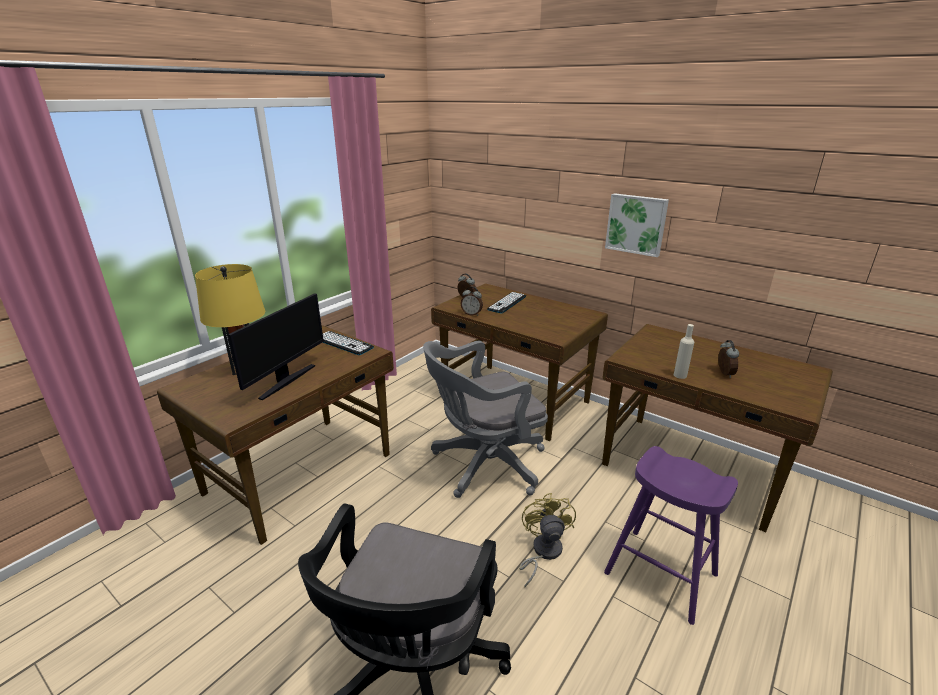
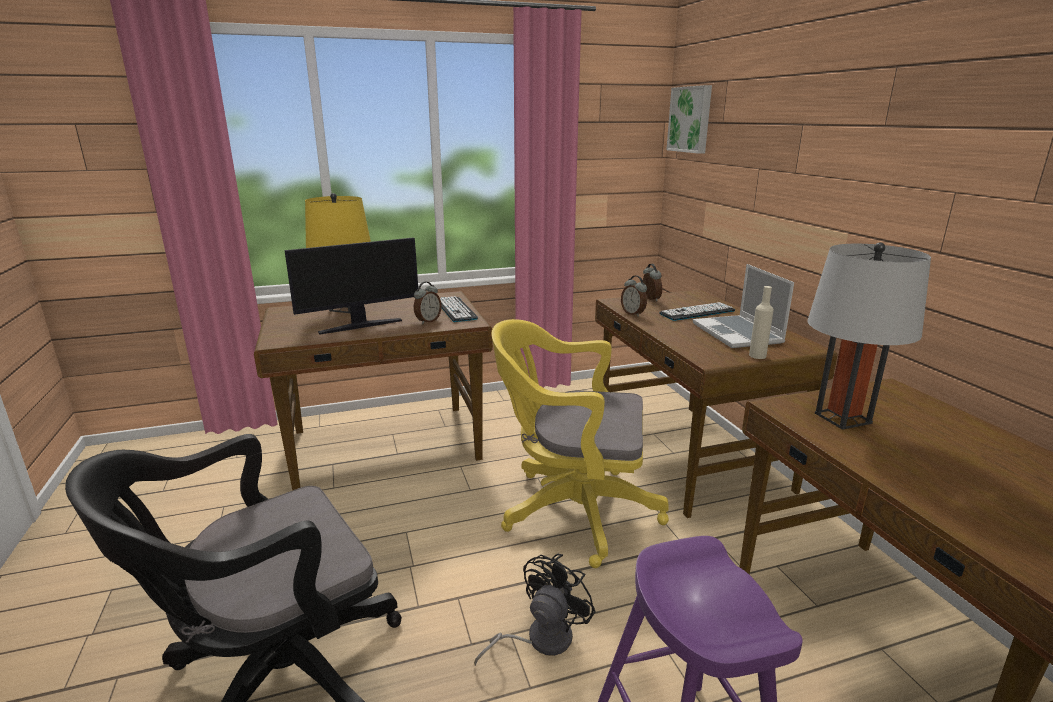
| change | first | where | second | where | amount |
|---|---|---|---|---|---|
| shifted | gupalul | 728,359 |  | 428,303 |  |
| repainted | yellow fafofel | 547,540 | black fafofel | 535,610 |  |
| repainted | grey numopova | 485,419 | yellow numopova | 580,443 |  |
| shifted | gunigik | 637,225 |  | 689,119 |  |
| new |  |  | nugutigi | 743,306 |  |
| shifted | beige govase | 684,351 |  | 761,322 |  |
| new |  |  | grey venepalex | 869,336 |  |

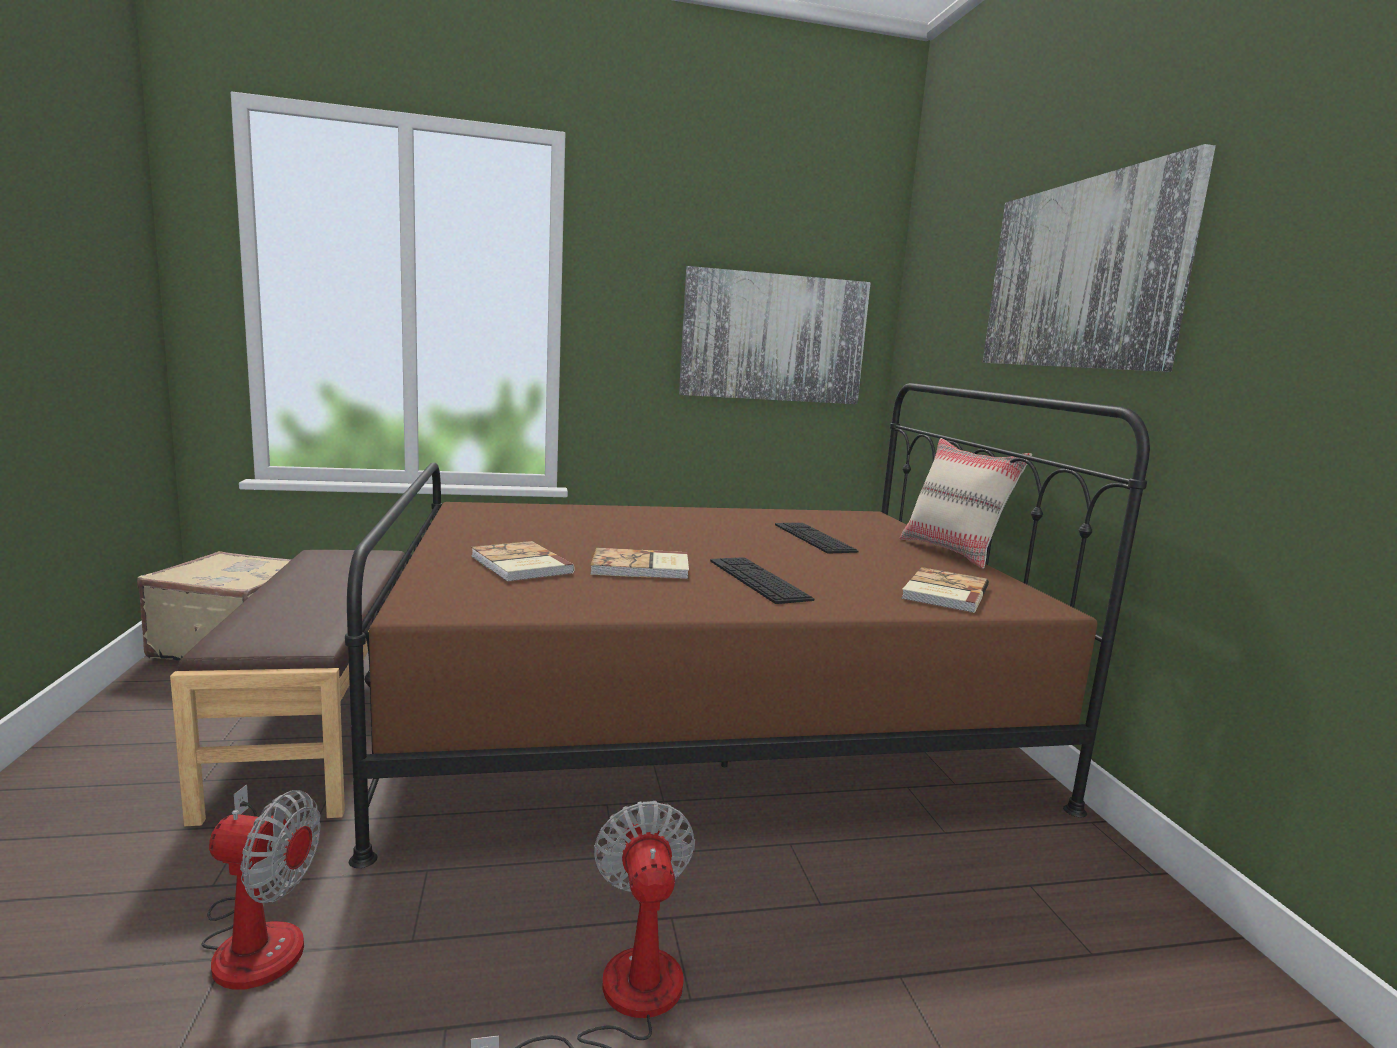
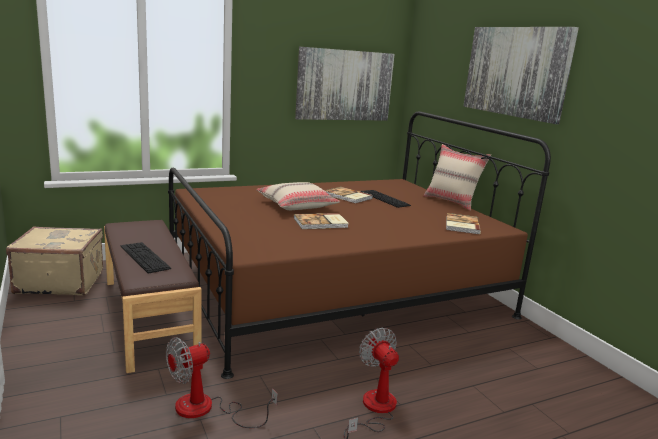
| change | first | where | second | where | amount |
|---|---|---|---|---|---|
| shifted | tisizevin | 762,580 |  | 145,258 |  |
| rotated | fafofel | 261,886 |  | 222,382 | 150 degrees clockwise |
| new |  |  | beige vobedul | 298,196 |  |
| shifted | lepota | 523,561 |  | 348,195 |  |

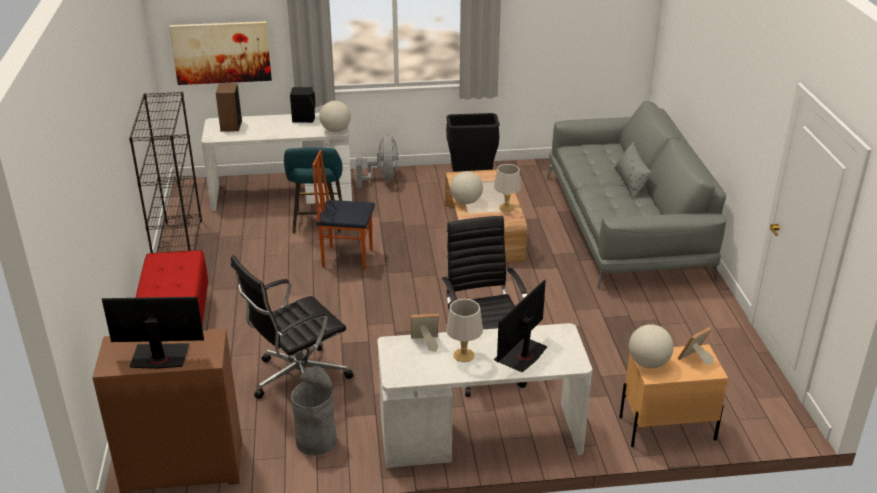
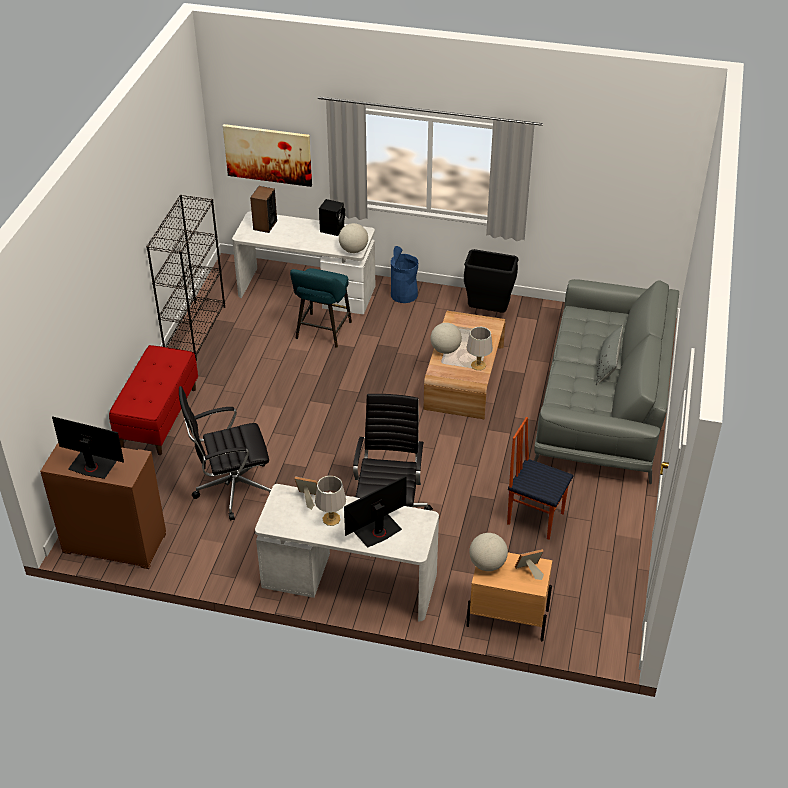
| change | first | where | second | where | amount |
|---|---|---|---|---|---|
| swapped | grey fafofel | 377,160 | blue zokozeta | 404,274 |  |
| shifted | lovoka | 343,210 |  | 540,478 |  |
| gone | grey zokozeta | 314,410 |  |  |  |

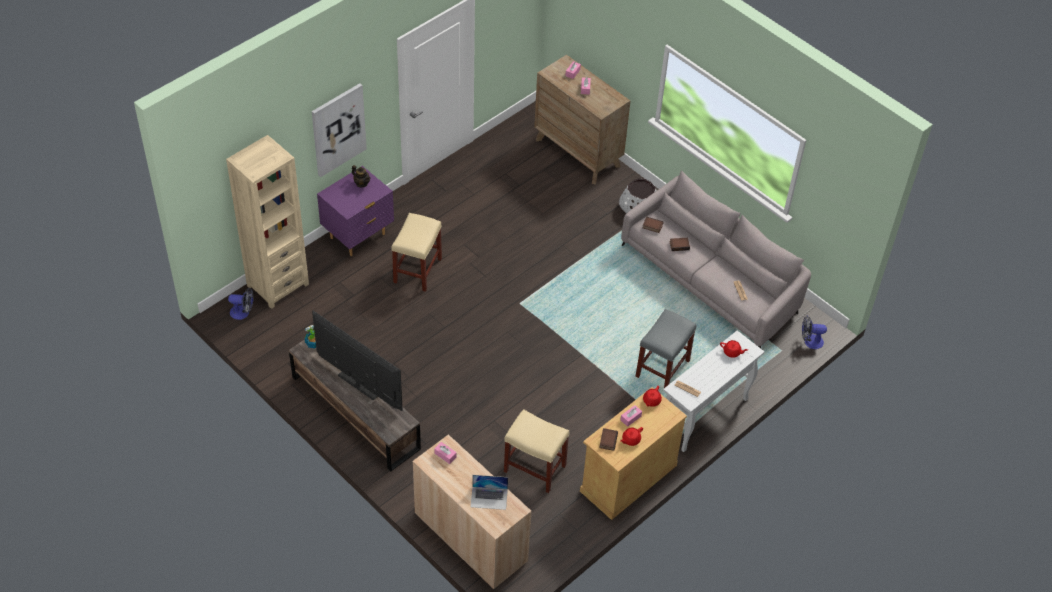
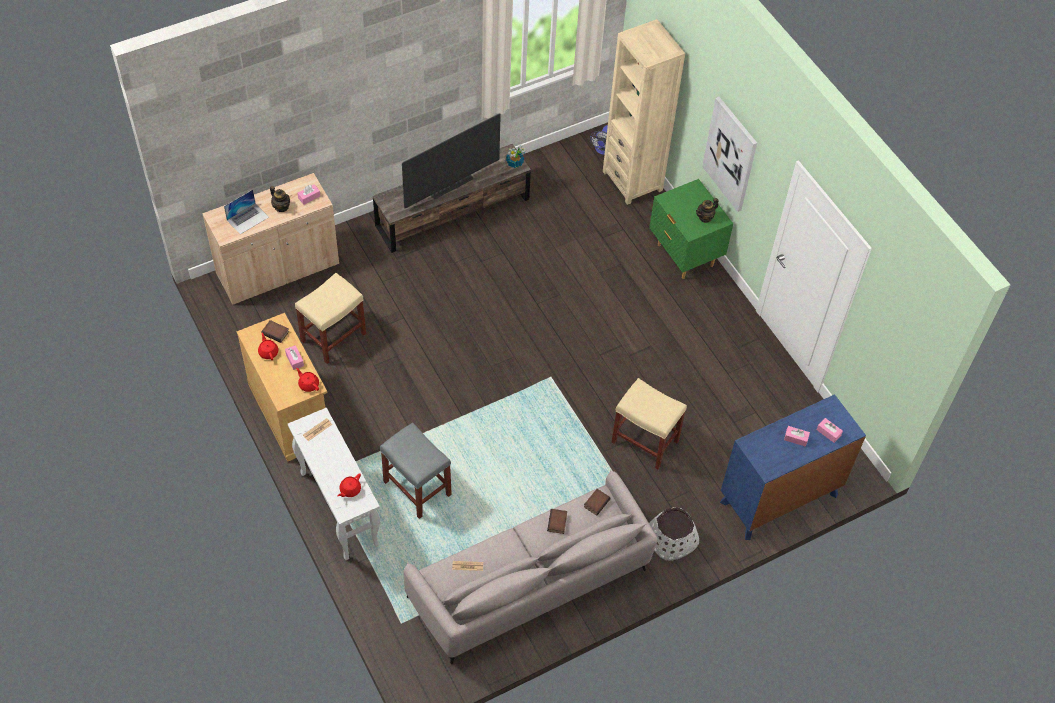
| change | first | where | second | where | amount |
|---|---|---|---|---|---|
| rotated | nugutigi | 489,492 |  | 246,212 | 150 degrees counterclockwise |
| new |  |  | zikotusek | 280,199 |  |
| shifted | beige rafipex | 417,252 |  | 649,423 |  |
| repainted | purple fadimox | 355,211 | green fadimox | 691,229 |  |
| repainted | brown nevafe | 582,120 | blue nevafe | 793,467 |  |
| gone | fafofel | 814,332 |  |  |  |

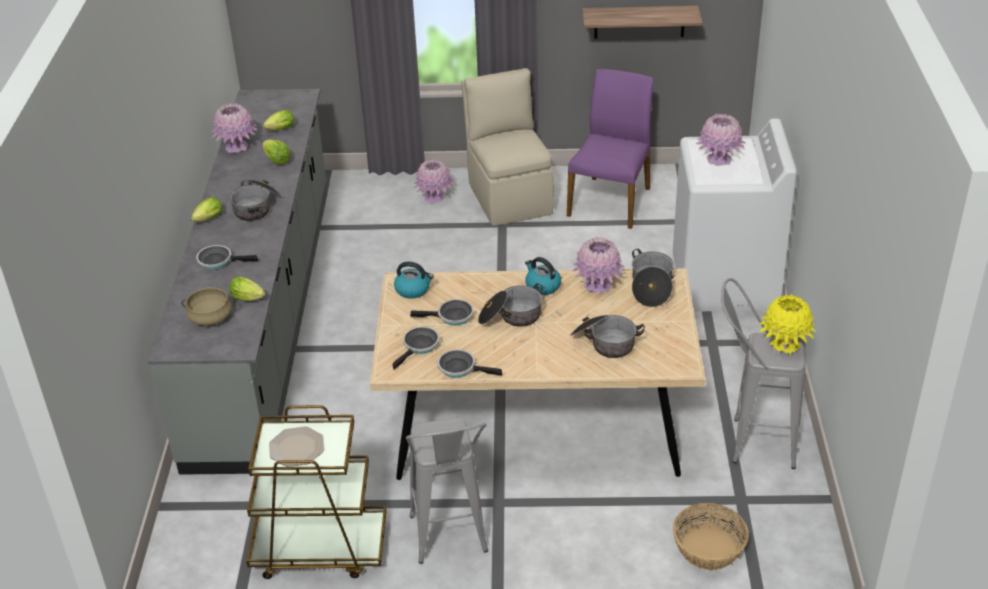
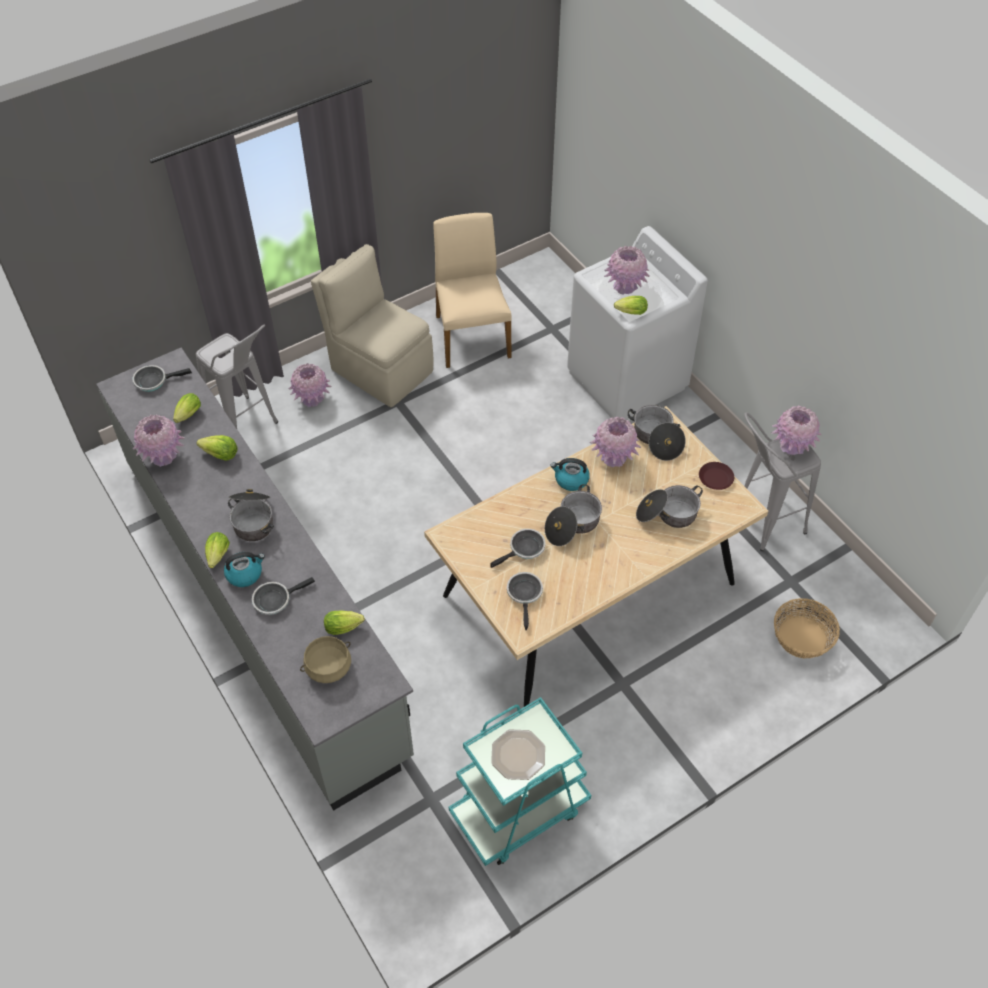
| change | first | where | second | where | amount |
|---|---|---|---|---|---|
| shifted | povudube | 469,363 |  | 162,378 |  |
| shifted | grey rafipex | 447,491 |  | 237,376 |  |
| shifted | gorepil | 414,280 |  | 244,569 |  |
| repainted | purple lovoka | 610,149 | beige lovoka | 472,290 |  |
| repainted | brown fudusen | 316,492 | turquoise fudusen | 520,781 |  |
| new |  |  | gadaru | 631,305 |  |
| new |  |  | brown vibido | 716,476 |  |
| repainted | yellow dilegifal | 787,324 | pink dilegifal | 796,430 |  |
| gone | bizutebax | 642,22 |  |  |  |

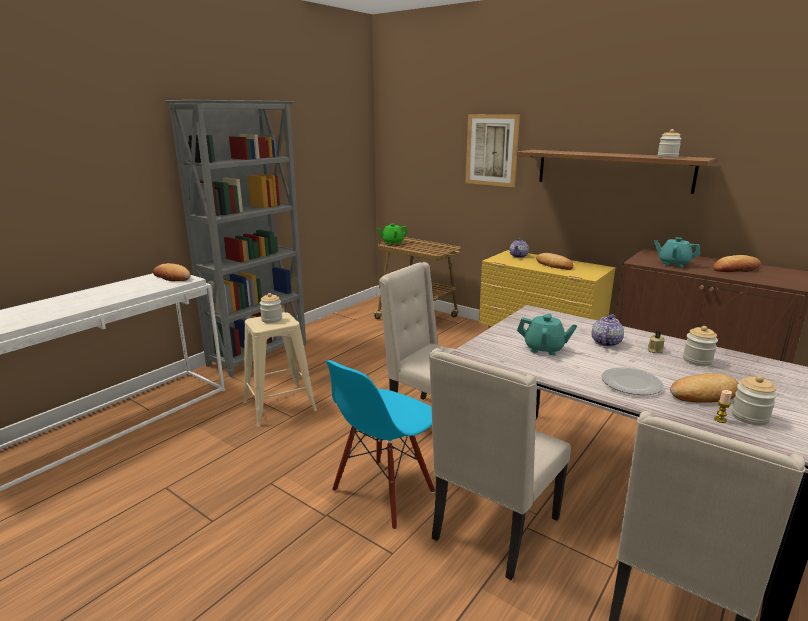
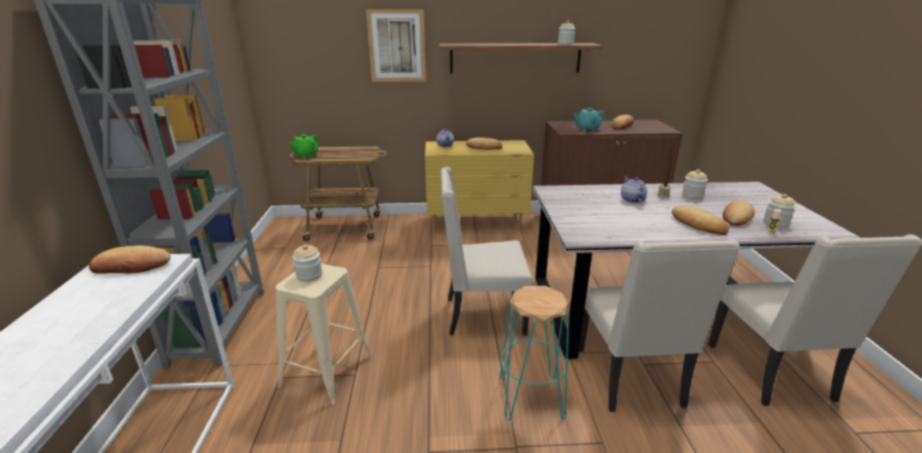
| change | first | where | second | where | amount |
|---|---|---|---|---|---|
| swapped | blue lovoka | 380,445 | turquoise rafipex | 535,353 |  |
| swapped | vibido | 632,381 | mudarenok | 700,220 |  |
| gone | turquoise zikotusek | 547,334 |  |  |  |

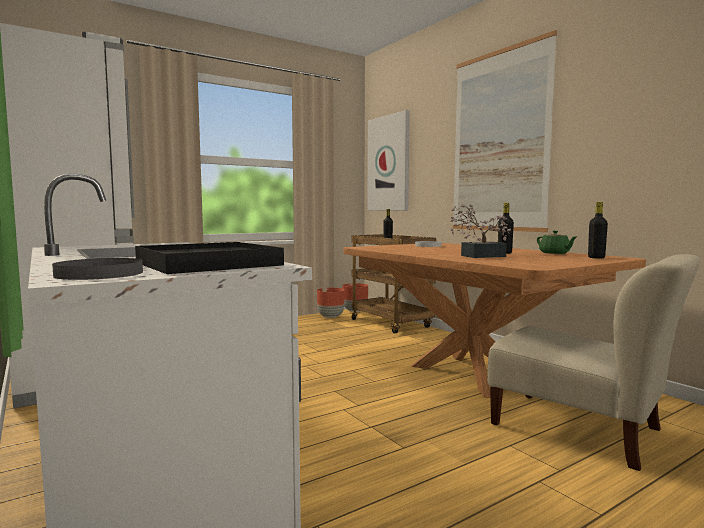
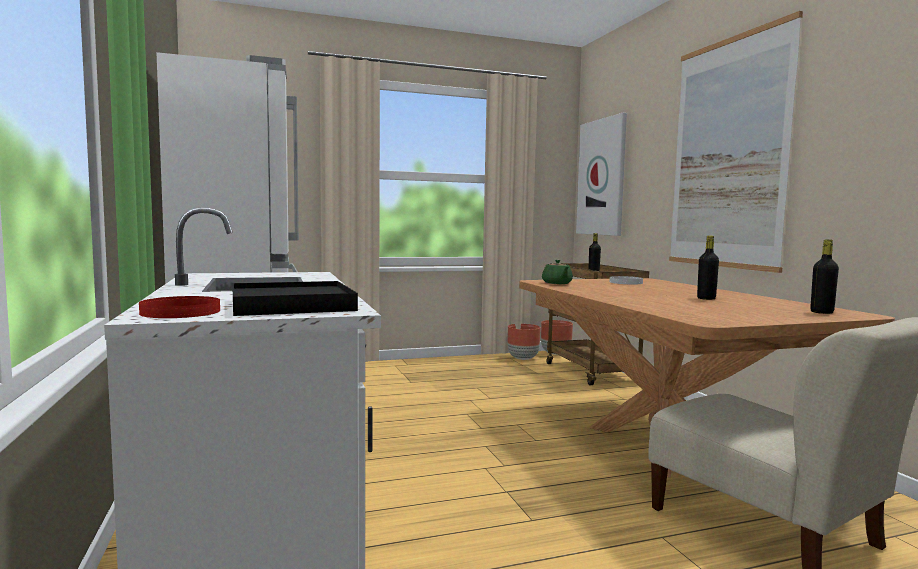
| change | first | where | second | where | amount |
|---|---|---|---|---|---|
| repainted | grey vibido | 97,269 | red vibido | 179,307 |  |
| shifted | green zikotusek | 556,242 |  | 557,272 |  |
| gone | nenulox | 481,230 |  |  |  |

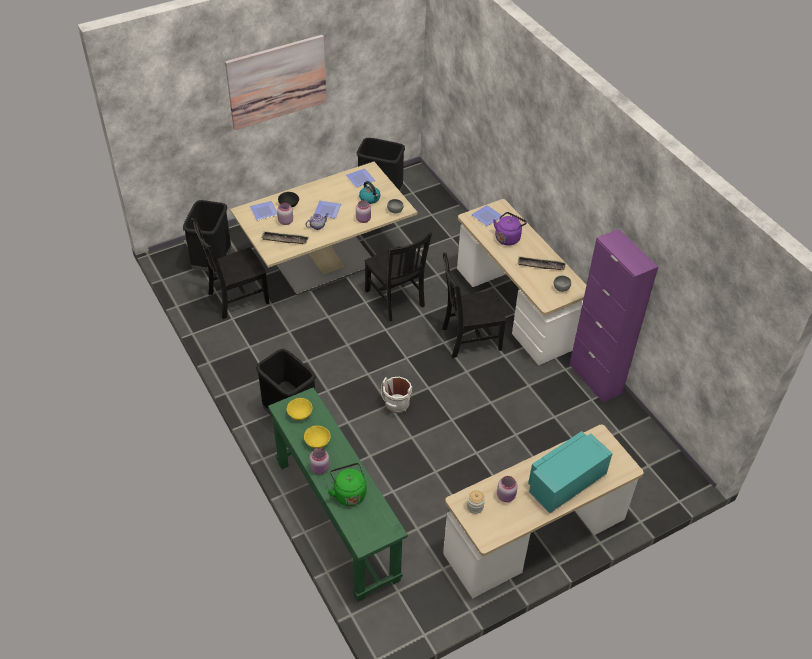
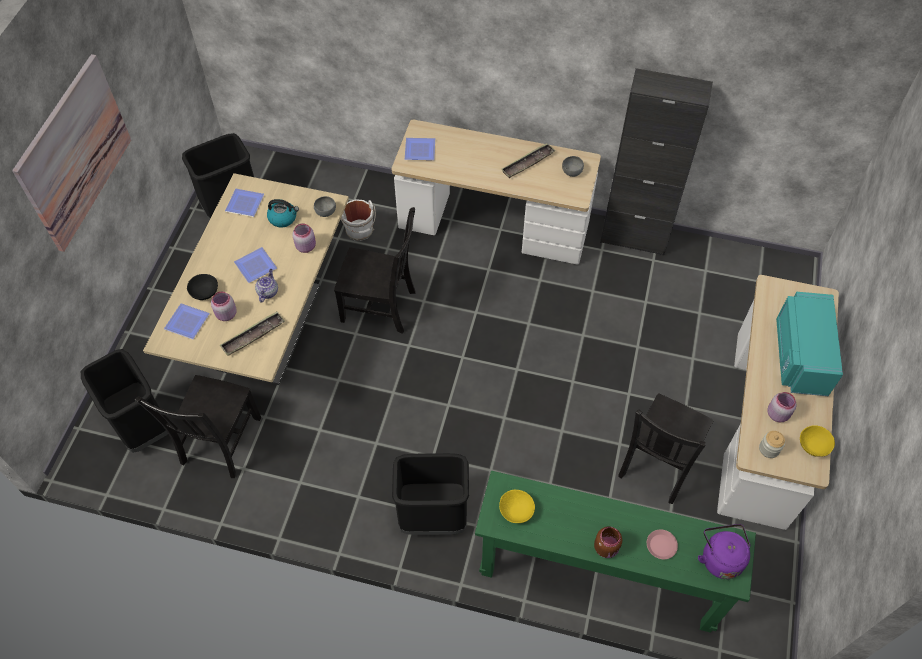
| change | first | where | second | where | amount |
|---|---|---|---|---|---|
| shifted | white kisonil | 396,395 |  | 358,220 |  |
| repainted | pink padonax | 319,461 | brown padonax | 608,542 |  |
| repainted | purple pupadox | 613,316 | black pupadox | 656,162 |  |
| shifted | black lovoka | 474,305 |  | 666,448 |  |
| swapped | green gorepil | 346,484 | pink vibido | 662,544 |  |
| shifted | purple gorepil | 510,229 |  | 724,551 |  |
| shifted | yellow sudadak | 317,437 |  | 817,441 |  |

